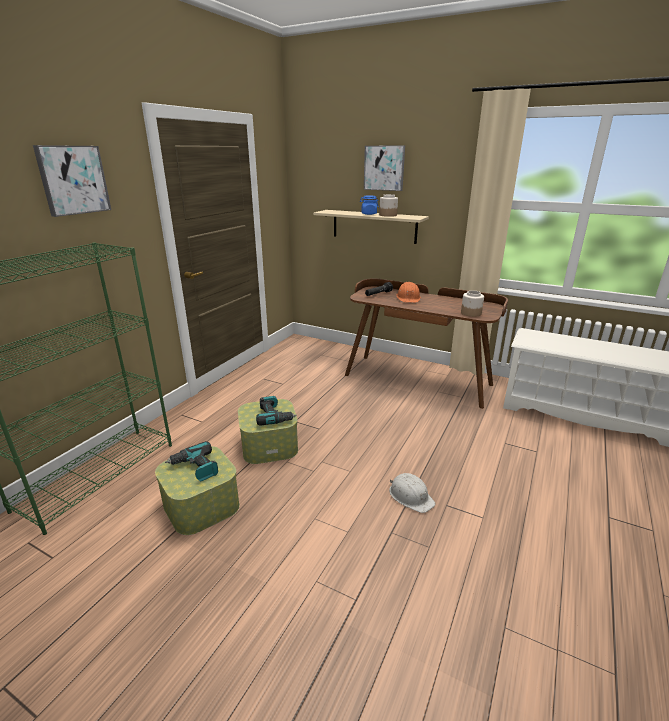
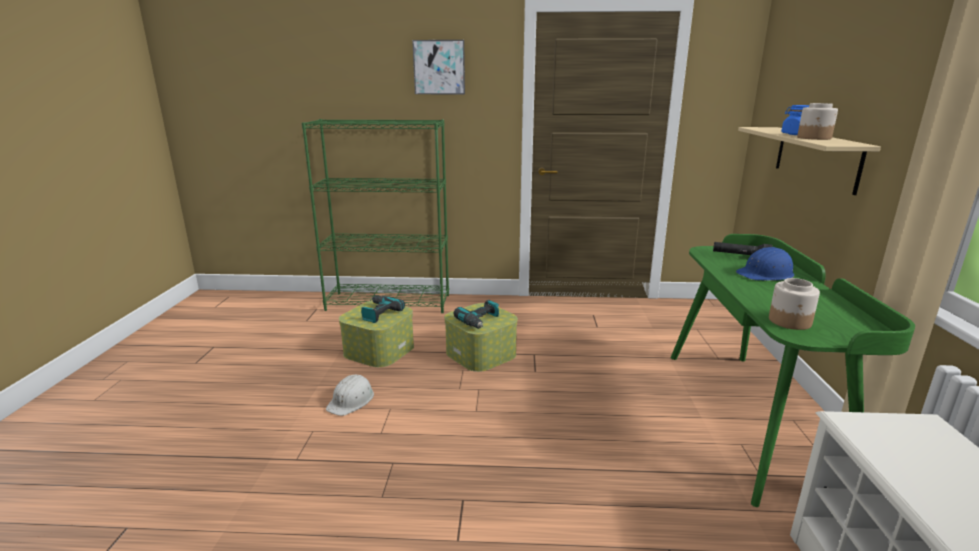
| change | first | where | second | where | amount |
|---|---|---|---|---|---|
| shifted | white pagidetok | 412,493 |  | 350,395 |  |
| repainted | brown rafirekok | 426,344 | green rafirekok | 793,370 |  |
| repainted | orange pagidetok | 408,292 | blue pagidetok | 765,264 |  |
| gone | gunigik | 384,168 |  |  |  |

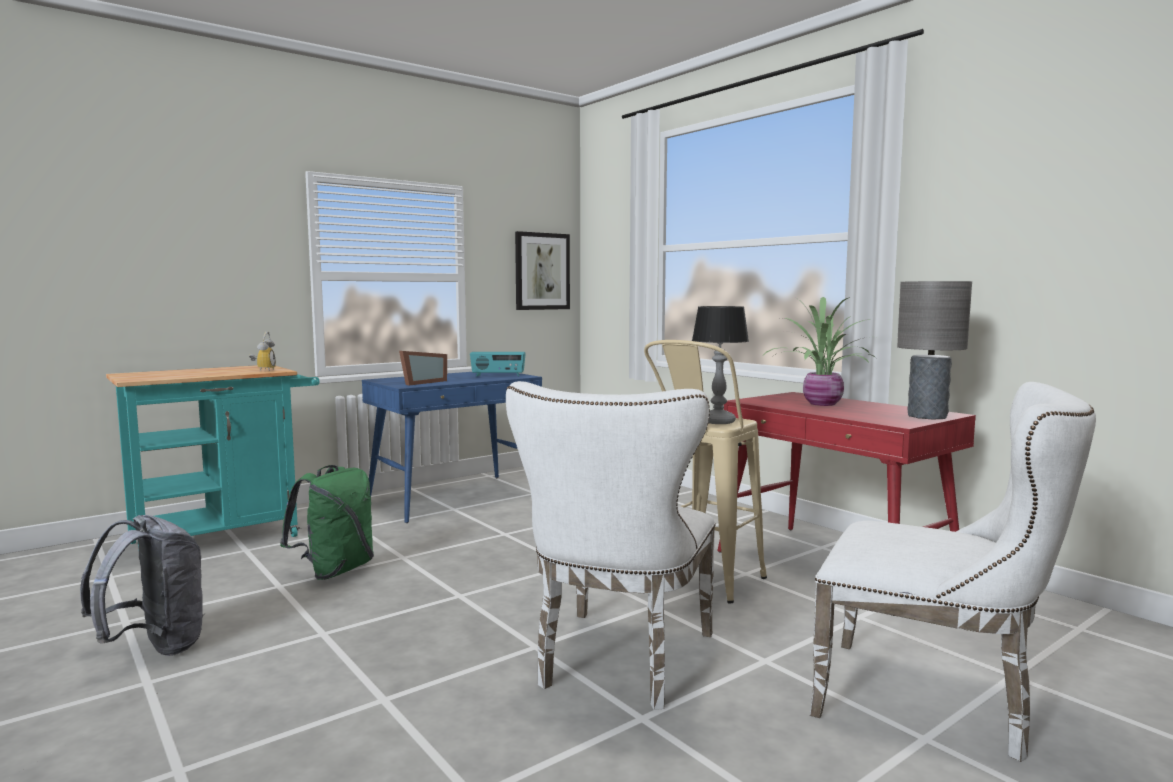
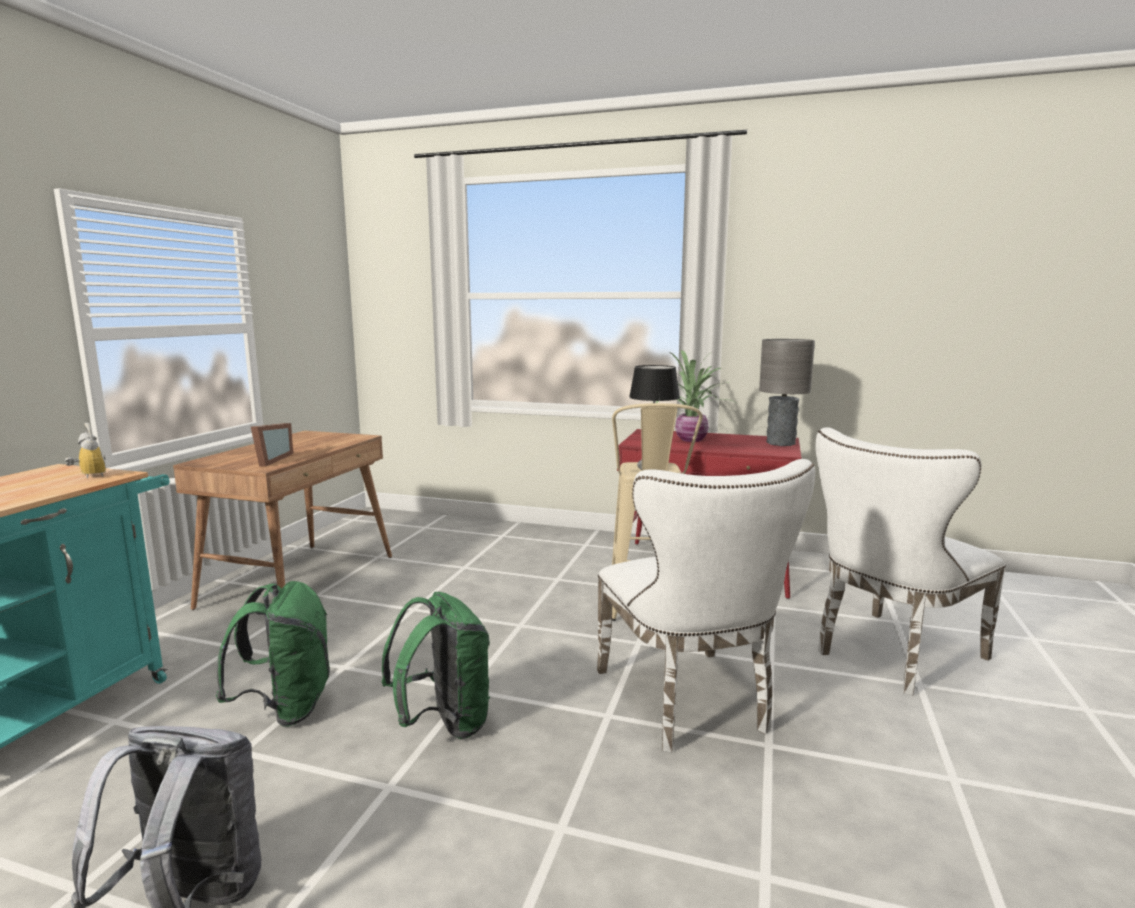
| change | first | where | second | where | amount |
|---|---|---|---|---|---|
| repainted | blue rafirekok | 452,447 | brown rafirekok | 282,520 |  |
| new |  |  | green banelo | 436,665 |  |
| rotated | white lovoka | 953,572 |  | 911,561 | 150 degrees clockwise |
| gone | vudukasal | 498,364 |  |  |  |
| gone | gunigik | 542,270 |  |  |  |

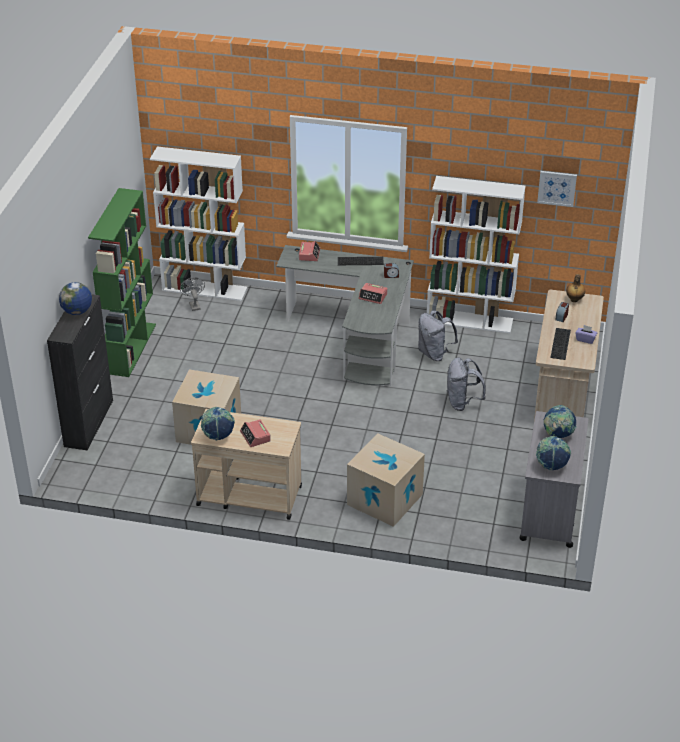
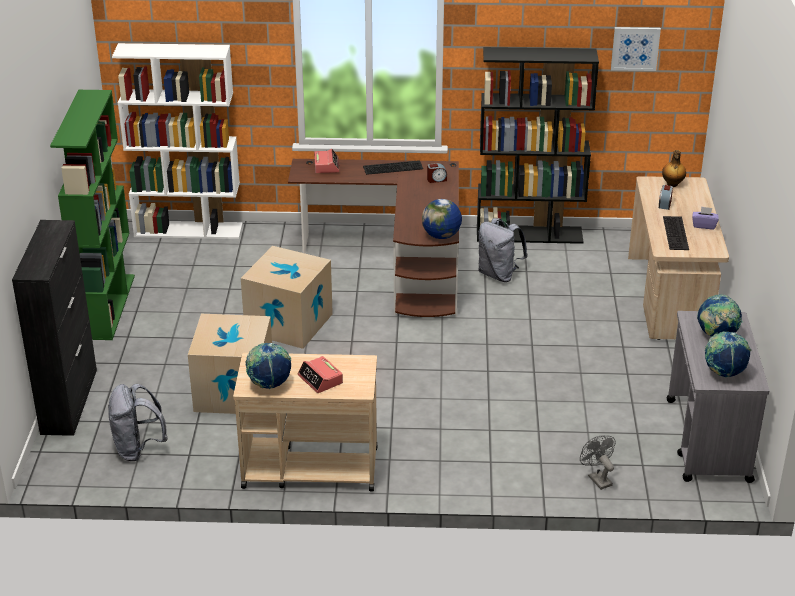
| change | first | where | second | where | amount |
|---|---|---|---|---|---|
| shifted | grey banelo | 466,384 |  | 138,422 |  |
| shifted | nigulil | 386,480 |  | 287,297 |  |
| repainted | grey rafirekok | 345,315 | brown rafirekok | 373,238 |  |
| shifted | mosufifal | 75,298 |  | 442,219 |  |
| repainted | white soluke | 476,254 | black soluke | 538,145 |  |
| shifted | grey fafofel | 192,294 |  | 598,463 |  |
| gone | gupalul | 373,293 |  |  |  |

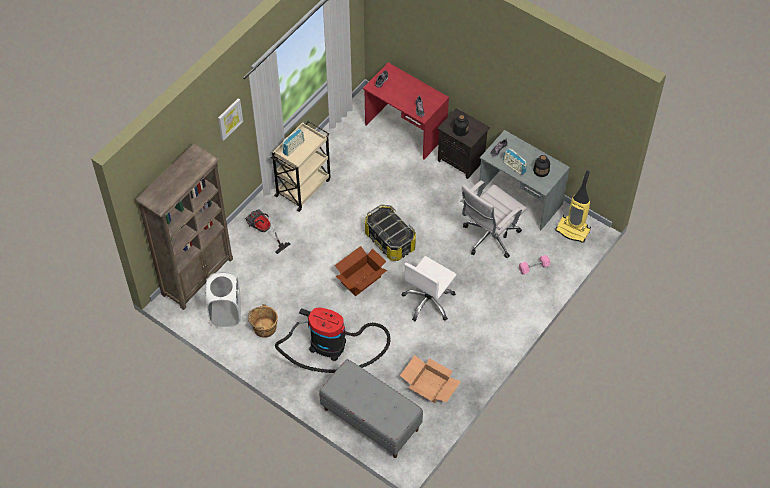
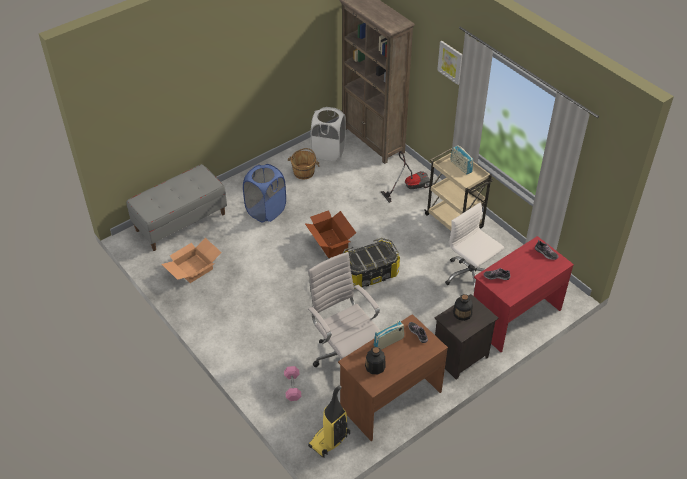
| change | first | where | second | where | amount |
|---|---|---|---|---|---|
| swapped | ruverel | 332,340 | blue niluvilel | 264,193 |  |
| repainted | grey rafirekok | 524,180 | brown rafirekok | 393,377 |  |
| shifted | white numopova | 429,288 |  | 474,246 |  |

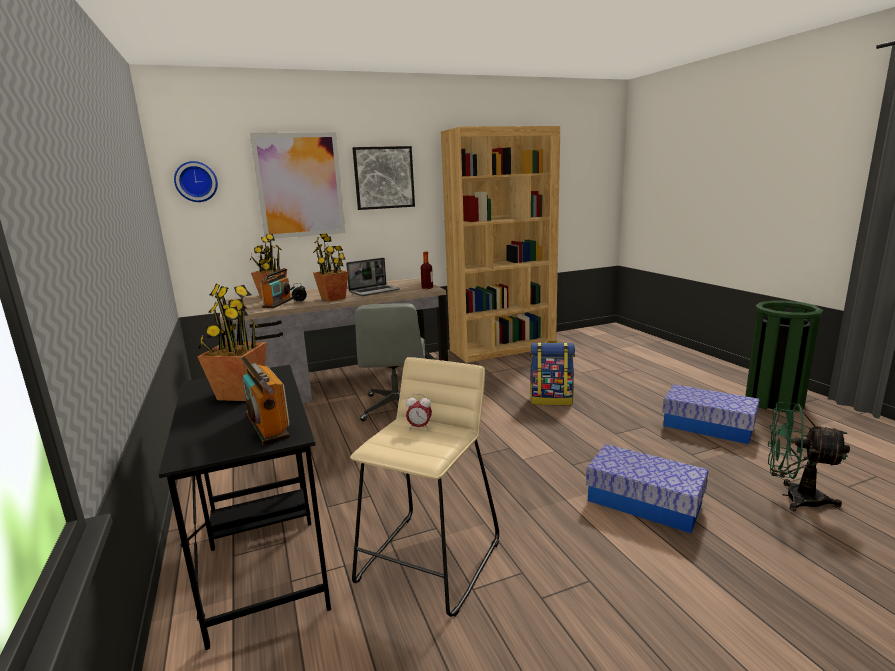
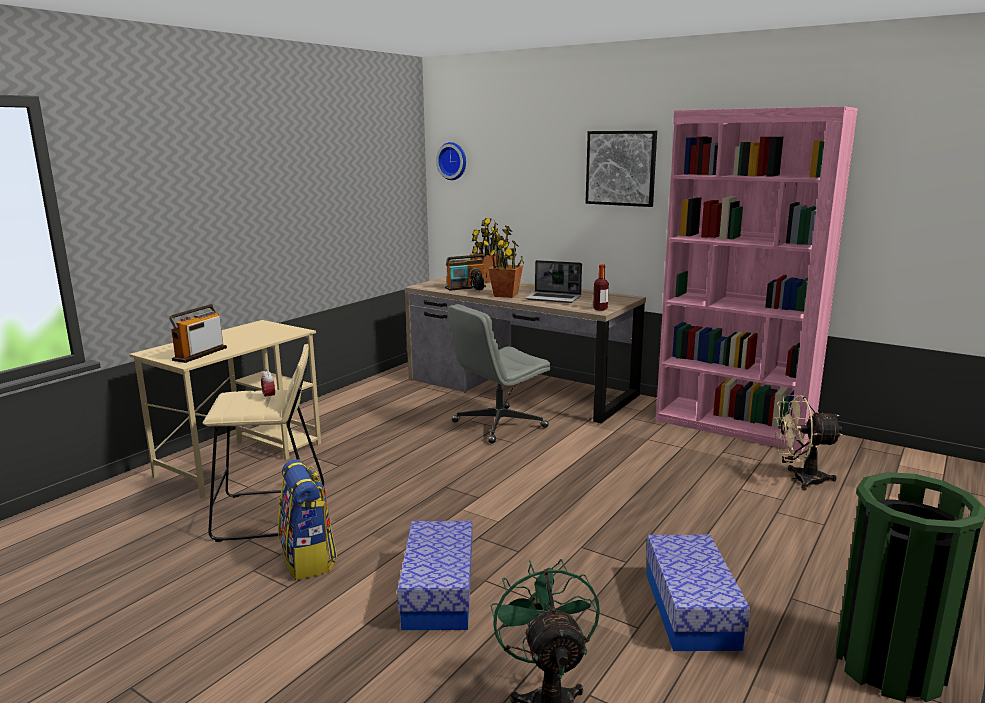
| change | first | where | second | where | amount |
|---|---|---|---|---|---|
| repainted | black rafirekok | 244,507 | beige rafirekok | 225,409 |  |
| shifted | banelo | 552,373 |  | 307,519 |  |
| repainted | brown soluke | 500,244 | pink soluke | 757,279 |  |
| new |  |  | beige fafofel | 808,442 |  |
| gone | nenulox | 232,342 |  |  |  |
| gone | gunigik | 298,185 |  |  |  |

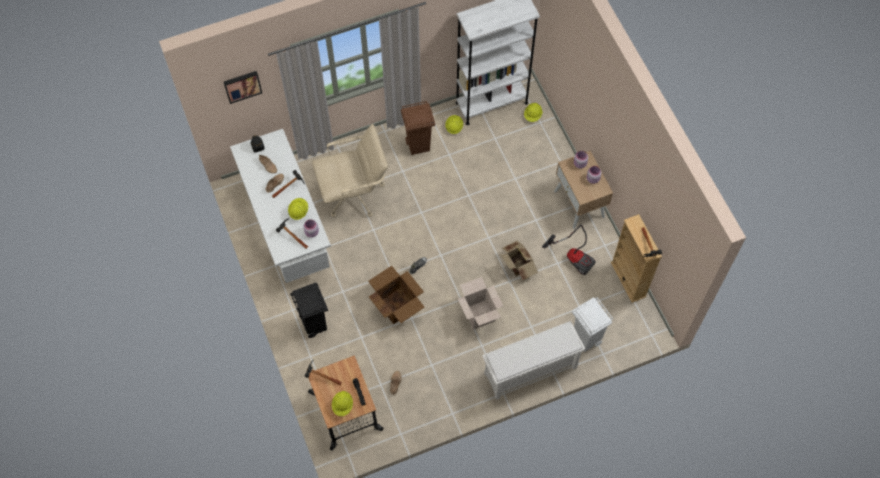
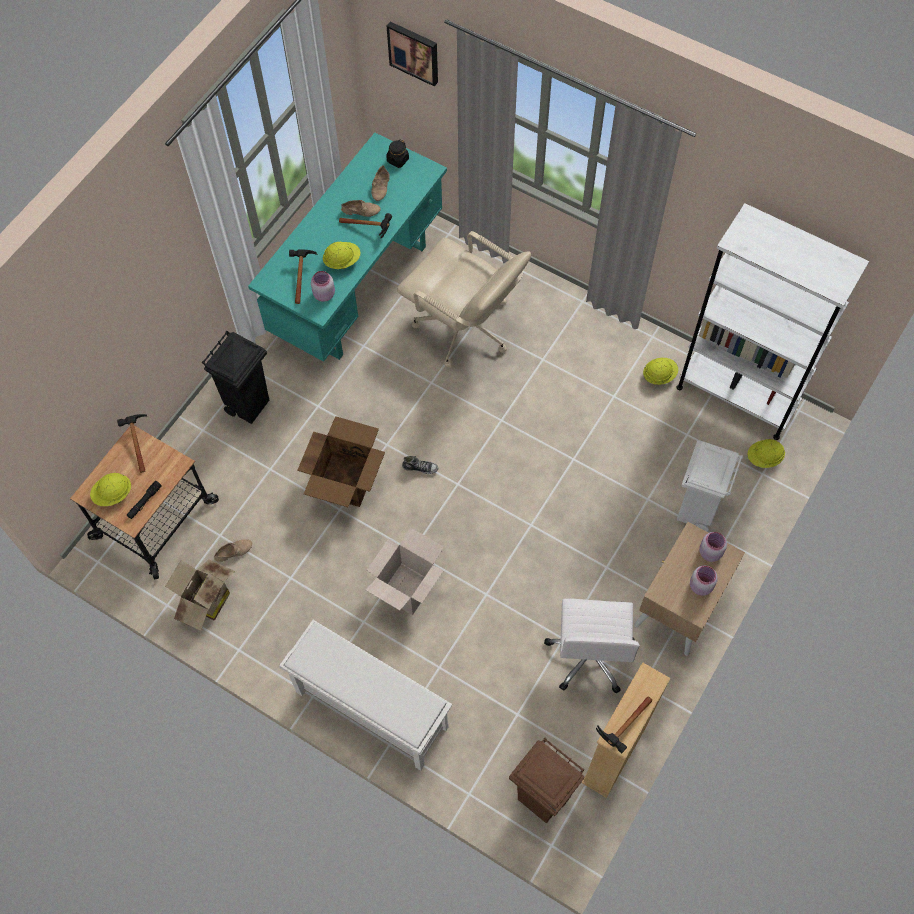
| change | first | where | second | where | amount |
|---|---|---|---|---|---|
| shifted | nigulil | 519,260 |  | 200,595 |  |
| repainted | white rafirekok | 280,206 | turquoise rafirekok | 347,247 |  |
| shifted | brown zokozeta | 418,128 |  | 546,780 |  |
| swapped | ruverel | 569,250 | white numopova | 592,645 |  |
| shifted | white zokozeta | 592,324 |  | 710,486 |  |

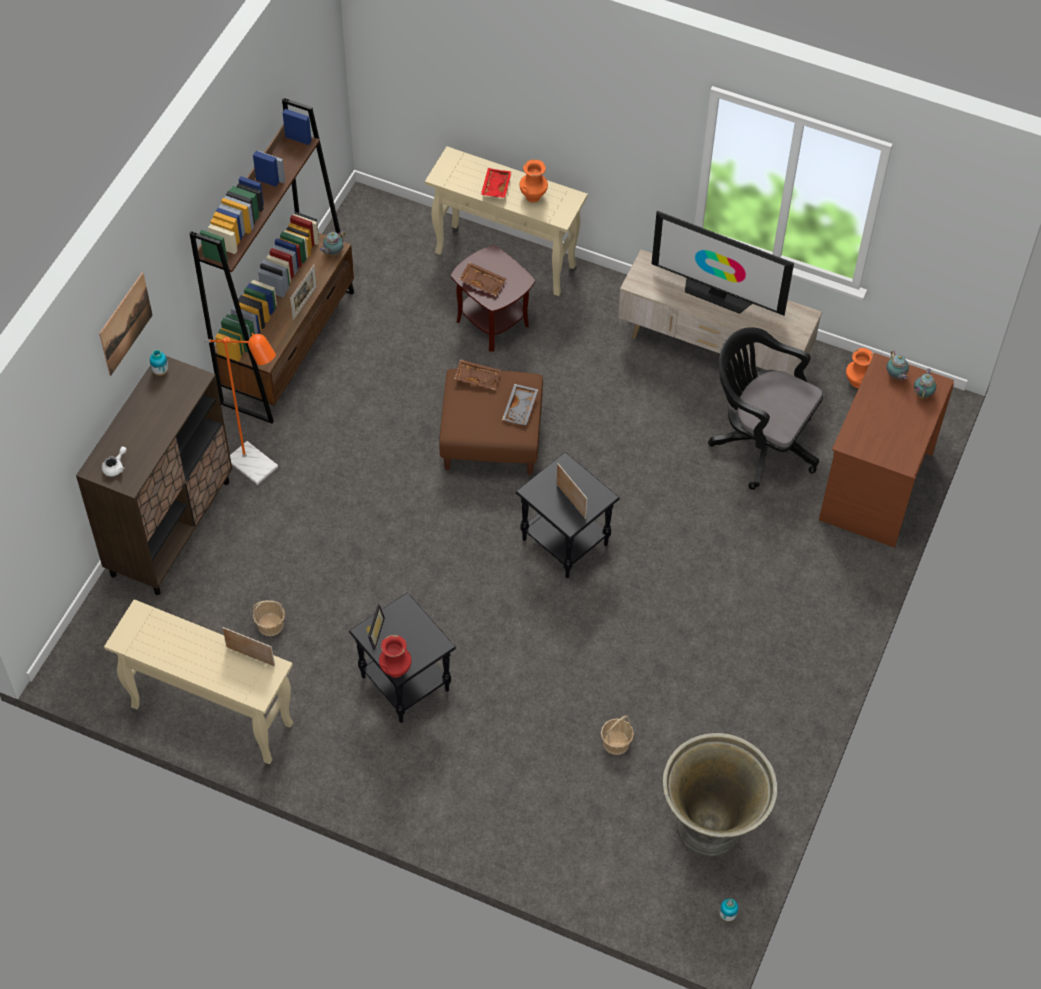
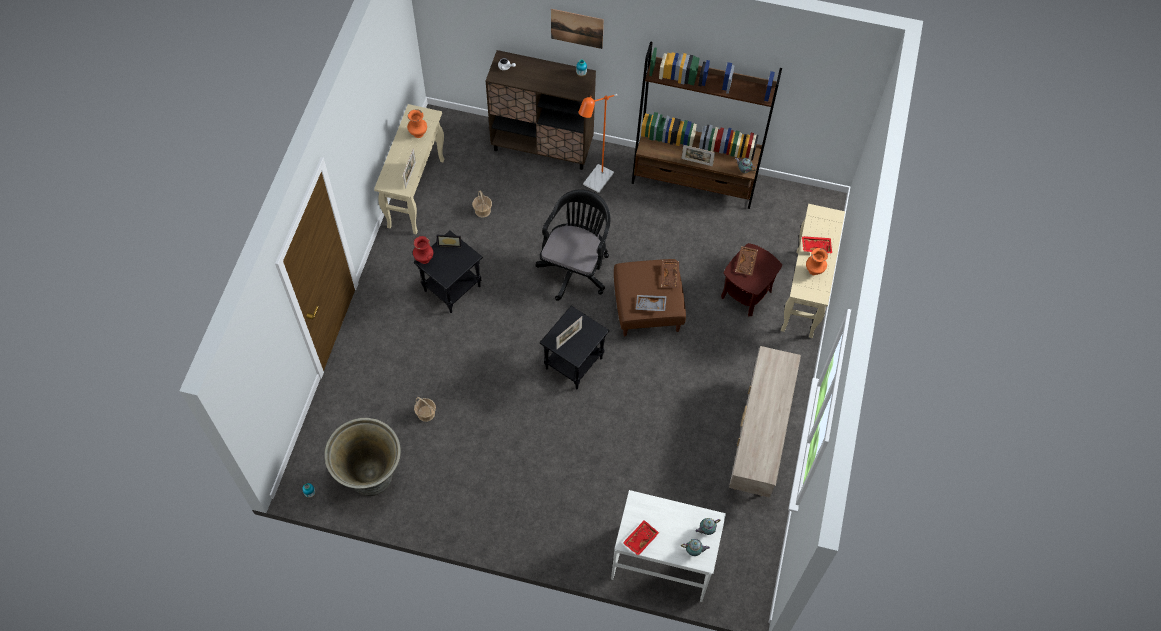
| change | first | where | second | where | amount |
|---|---|---|---|---|---|
| shifted | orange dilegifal | 860,368 |  | 417,123 |  |
| shifted | black numopova | 765,408 |  | 573,245 |  |
| repainted | brown rafirekok | 886,450 | white rafirekok | 668,546 |  |
| new |  |  | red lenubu | 641,538 |  |
| gone | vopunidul | 723,263 |  |  |  |

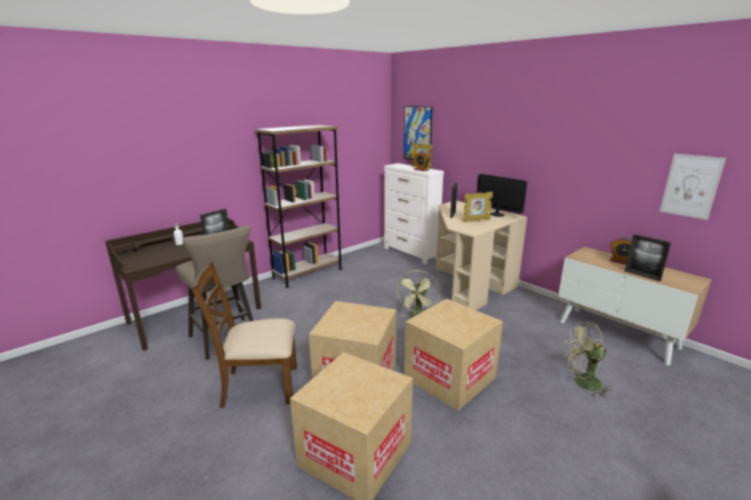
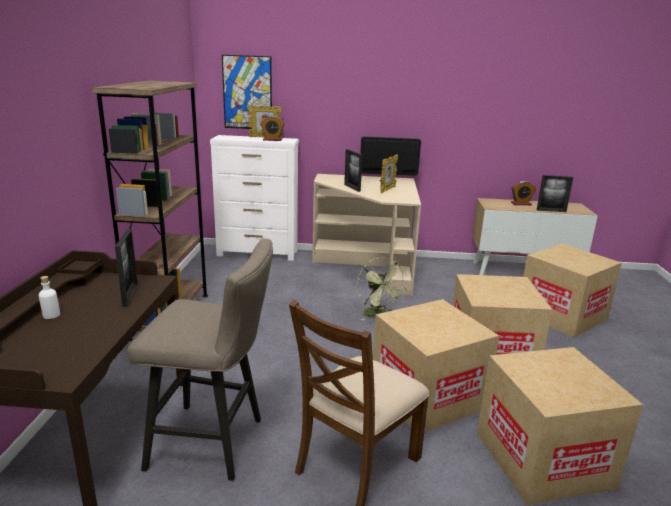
| change | first | where | second | where | amount |
|---|---|---|---|---|---|
| swapped | green fafofel | 588,359 | nigulil | 572,291 |  |
| gone | gunigik | 693,187 |  |  |  |

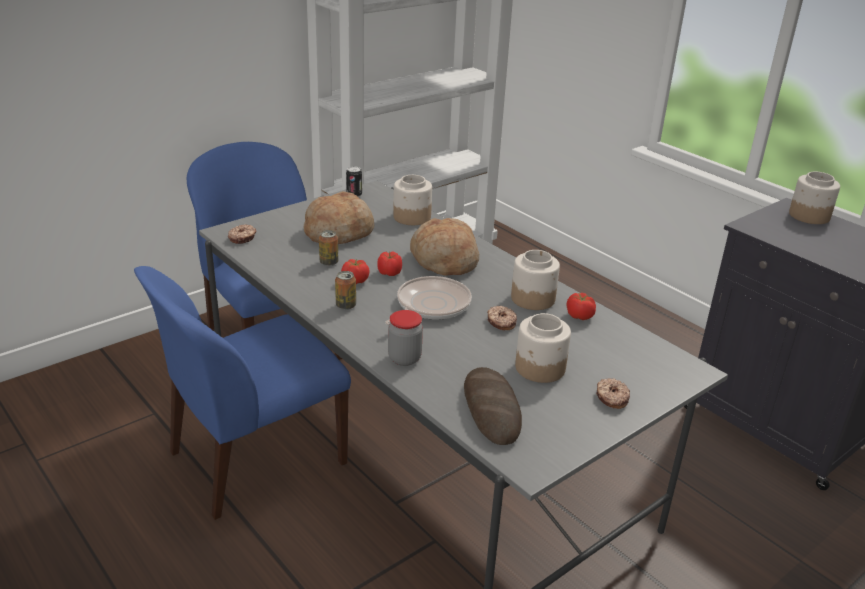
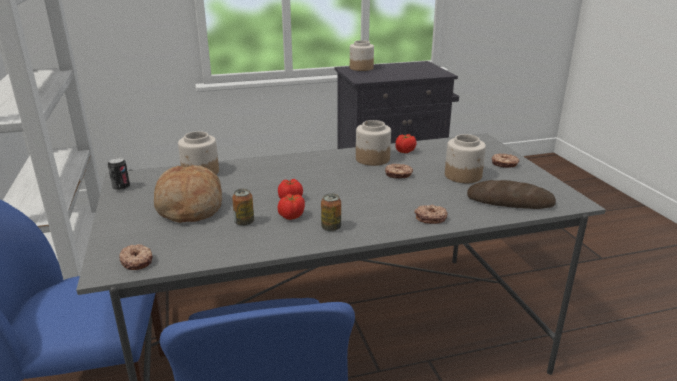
| change | first | where | second | where | amount |
|---|---|---|---|---|---|
| swapped | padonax | 405,338 | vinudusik | 431,214 |  |
| gone | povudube | 428,300 |  |  |  |
| gone | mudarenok | 444,247 |  |  |  |

